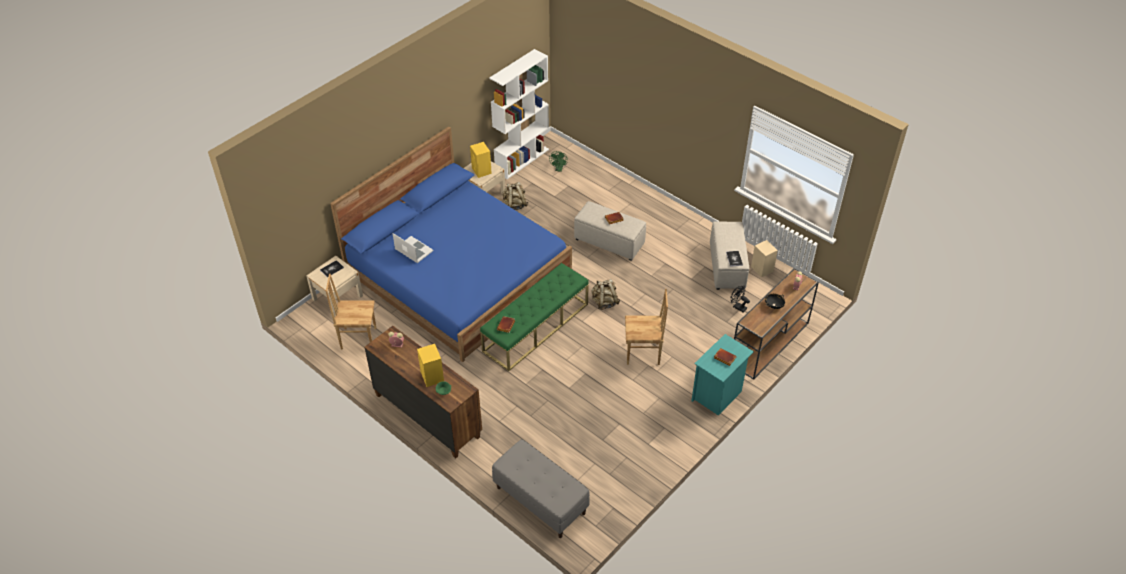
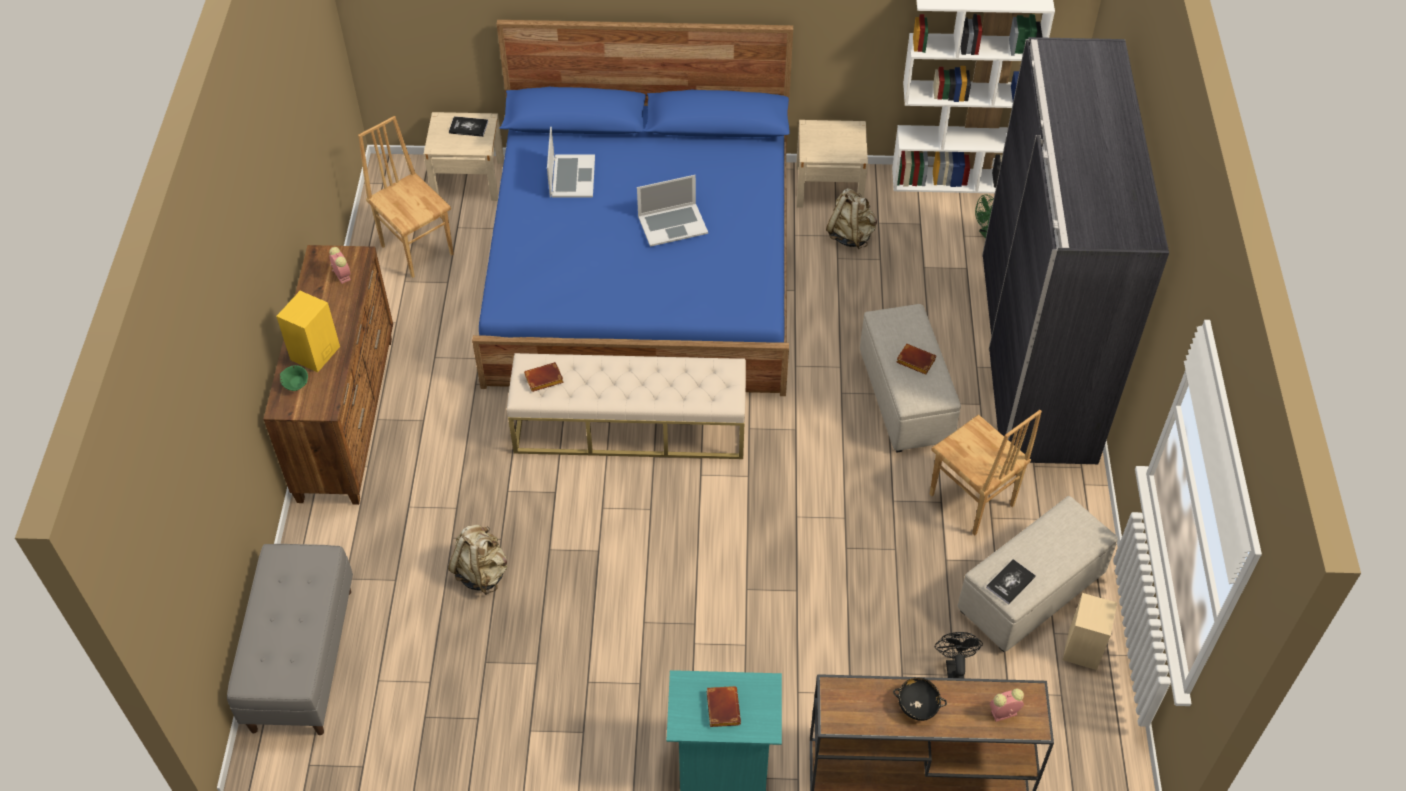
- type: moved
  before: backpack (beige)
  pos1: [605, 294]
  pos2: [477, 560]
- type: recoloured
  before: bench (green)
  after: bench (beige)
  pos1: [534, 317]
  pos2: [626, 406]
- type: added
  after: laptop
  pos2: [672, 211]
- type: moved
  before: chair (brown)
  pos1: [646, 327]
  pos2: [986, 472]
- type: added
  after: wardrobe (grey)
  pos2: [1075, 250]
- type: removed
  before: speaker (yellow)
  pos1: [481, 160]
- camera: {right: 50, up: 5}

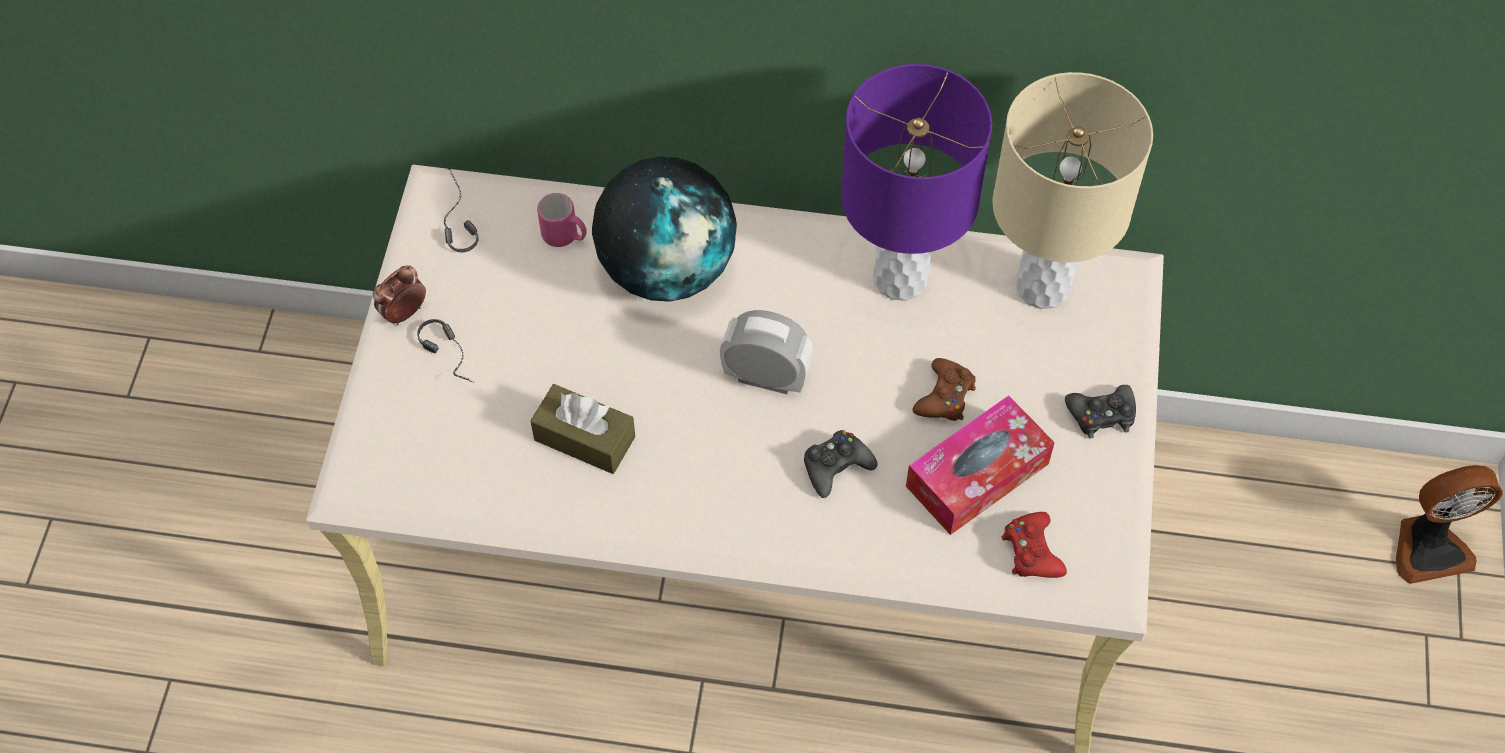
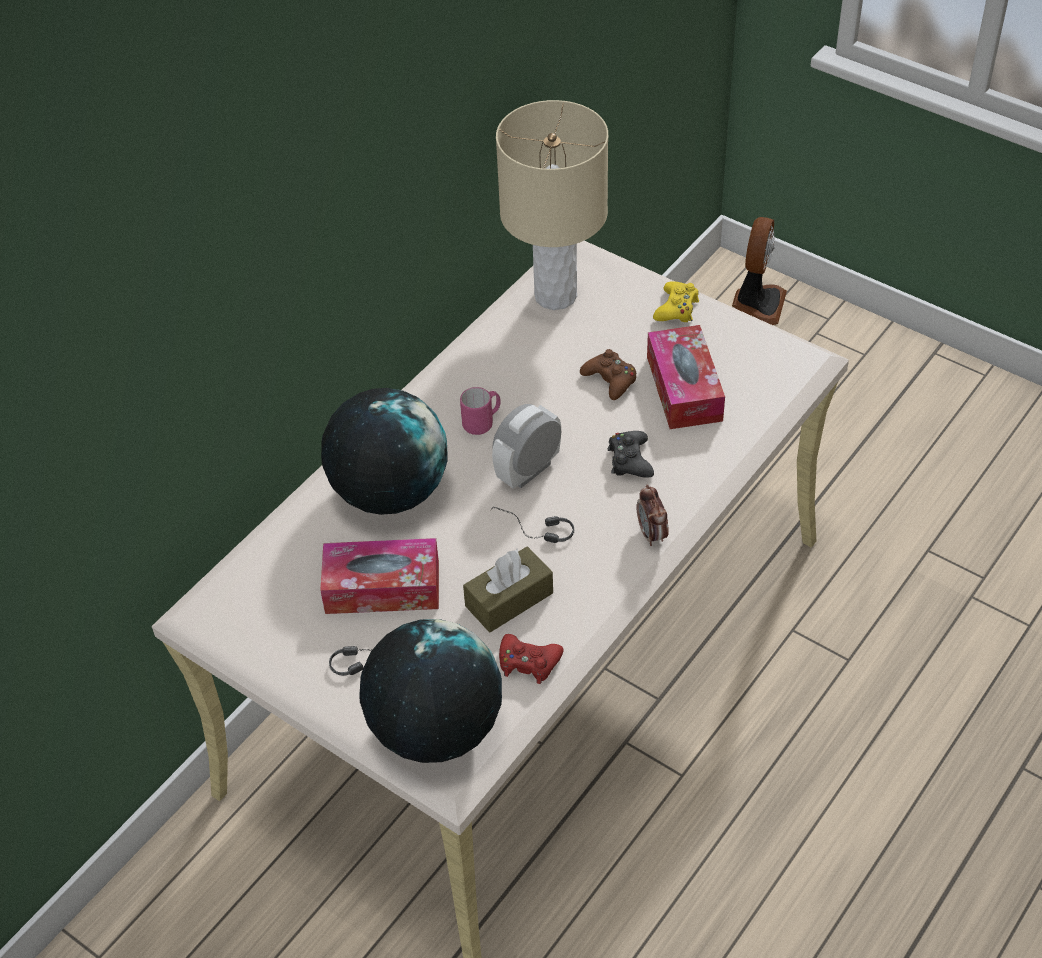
- type: added
  after: tissue box
  pos2: [379, 576]
- type: added
  after: globe
  pos2: [430, 691]
- type: moved
  before: mug (pink)
  pos1: [562, 220]
  pos2: [480, 411]
- type: moved
  before: headphones
  pos1: [461, 211]
  pos2: [532, 525]
- type: moved
  before: game controller (red)
  pos1: [1034, 545]
  pos2: [531, 659]
- type: moved
  before: alarm clock
  pos1: [399, 295]
  pos2: [652, 515]
- type: recoloured
  before: game controller (black)
  after: game controller (yellow)
  pos1: [1100, 411]
  pos2: [676, 301]
- type: removed
  before: table lamp (purple)
  pos1: [916, 182]
- camera: {right: -60, up: -10}

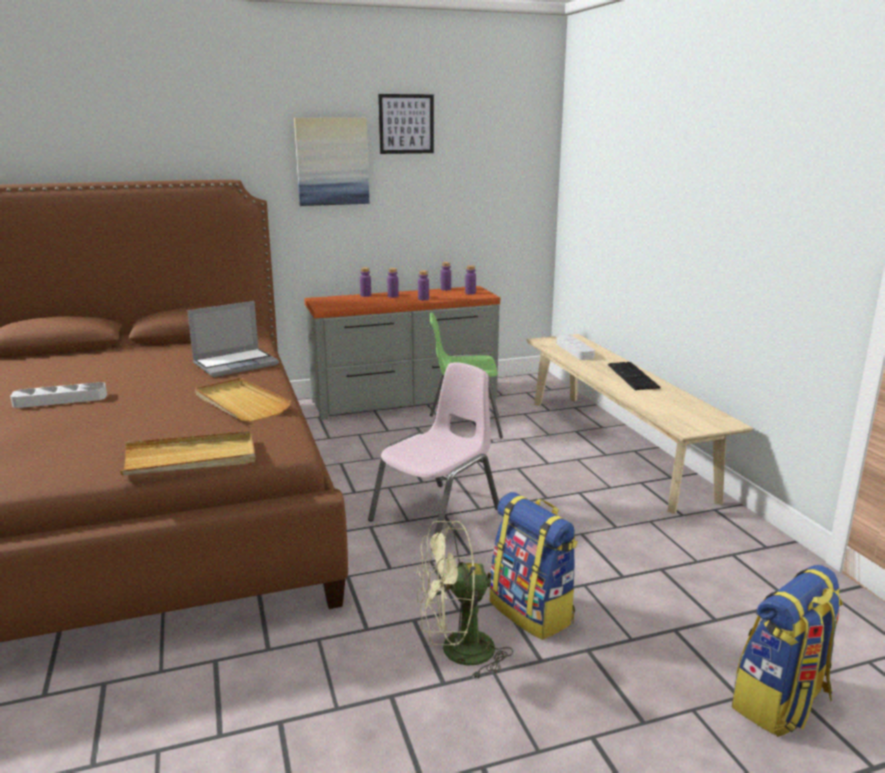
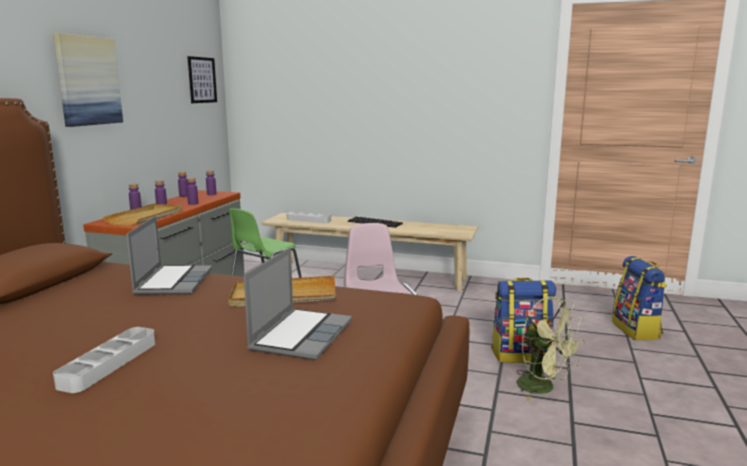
- type: moved
  before: tray (beige)
  pos1: [188, 453]
  pos2: [142, 215]
- type: moved
  before: picture
  pos1: [406, 124]
  pos2: [202, 79]
- type: added
  after: laptop
  pos2: [298, 303]
- type: turned
  before: fan (green)
  pos1: [464, 600]
  pos2: [551, 349]
  turn: -60
- camera: {right: -55, up: -5}

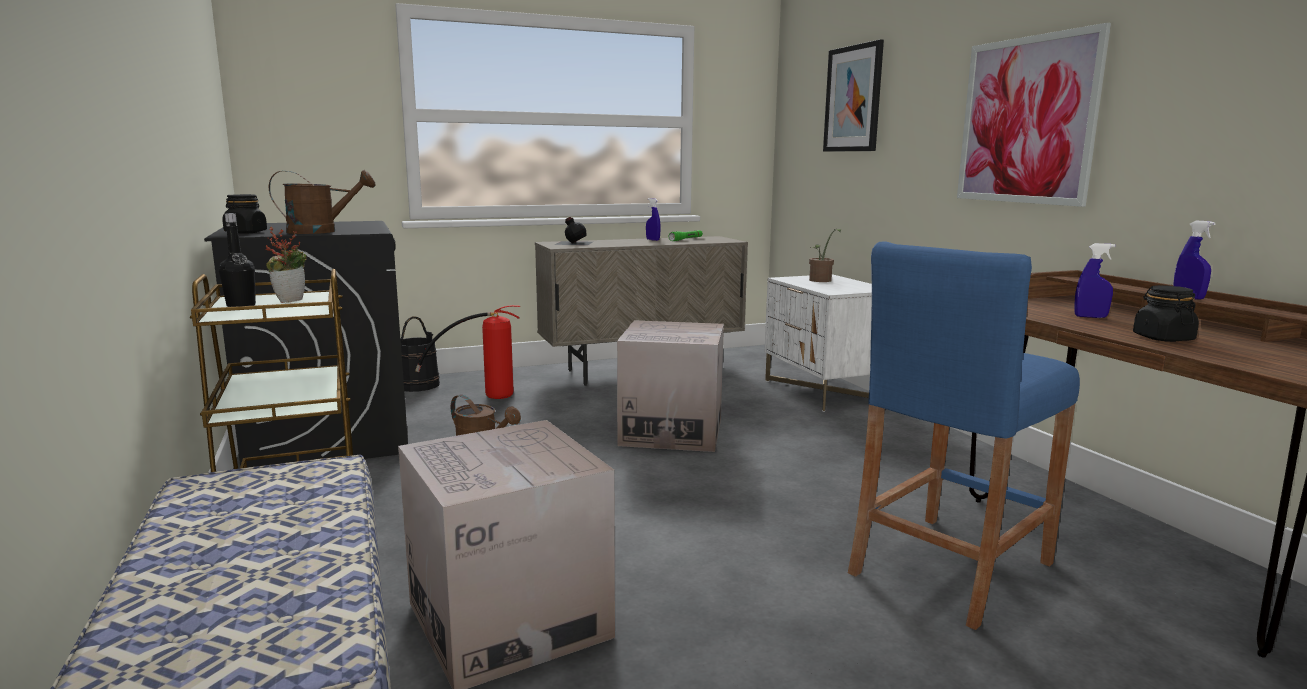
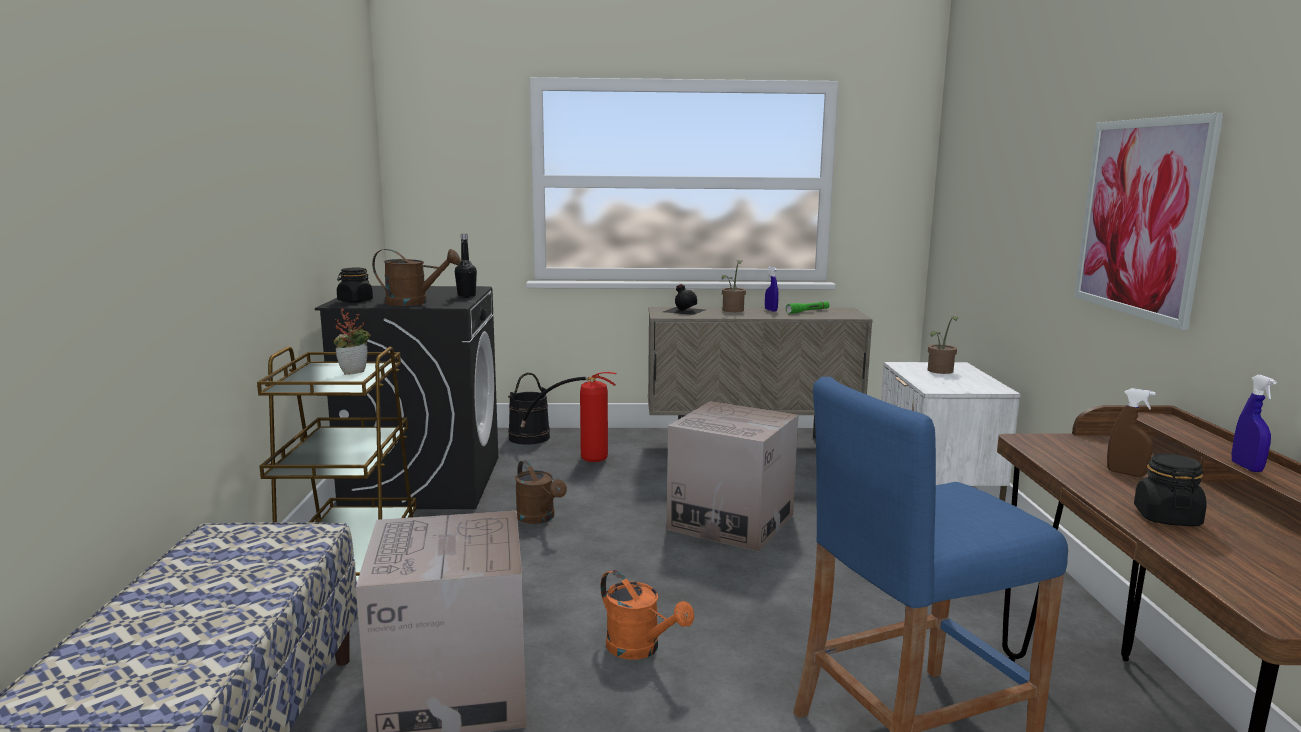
- type: moved
  before: bottle (black)
  pos1: [237, 260]
  pos2: [466, 265]
- type: added
  after: watering can (orange)
  pos2: [647, 615]
- type: added
  after: potted plant
  pos2: [734, 286]
- type: recoloured
  before: spray bottle (blue)
  after: spray bottle (brown)
  pos1: [1094, 280]
  pos2: [1131, 432]
- type: removed
  before: picture
  pos1: [853, 95]
- camera: {right: 20, up: 0}

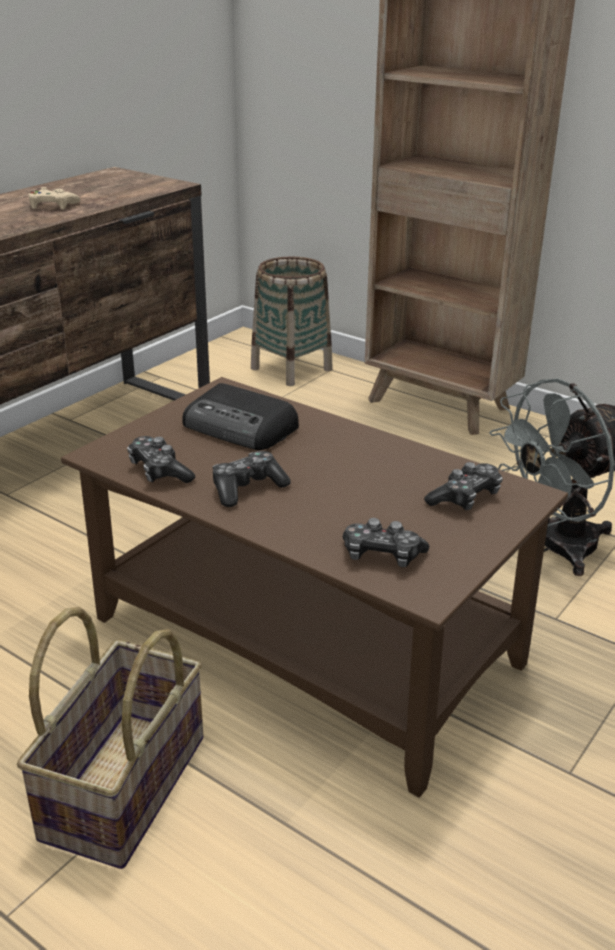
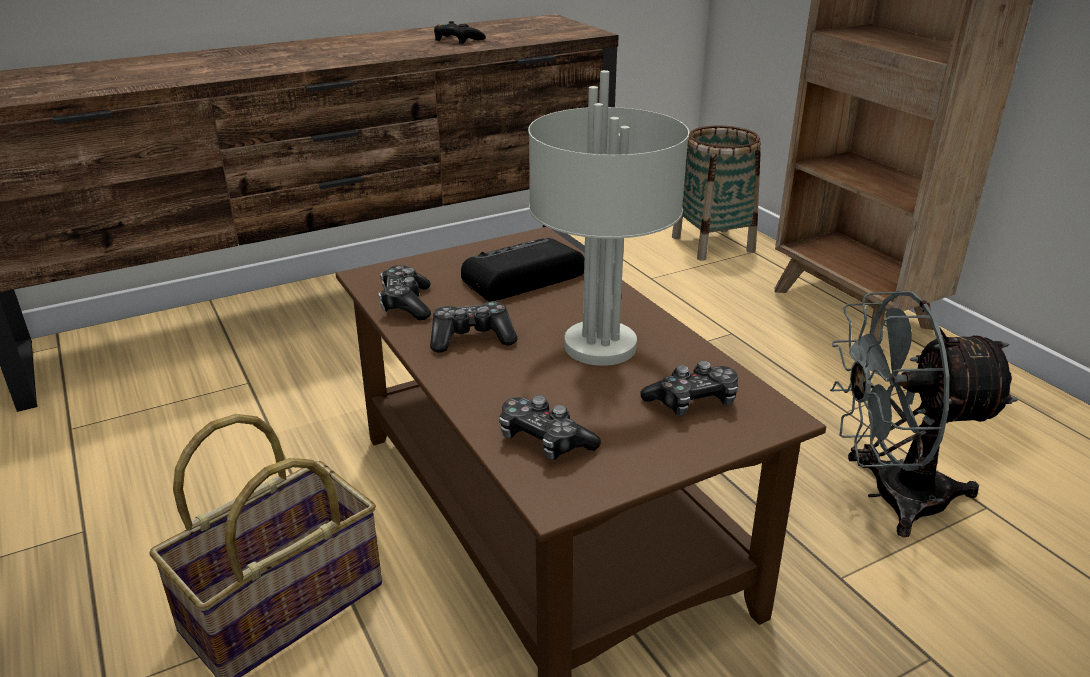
- type: recoloured
  before: game controller (beige)
  after: game controller (black)
  pos1: [54, 198]
  pos2: [460, 32]
- type: turned
  before: radio
  pos1: [240, 416]
  pos2: [522, 269]
  turn: 90
- type: added
  after: table lamp (grey)
  pos2: [608, 218]
- camera: {right: 25, up: 0}

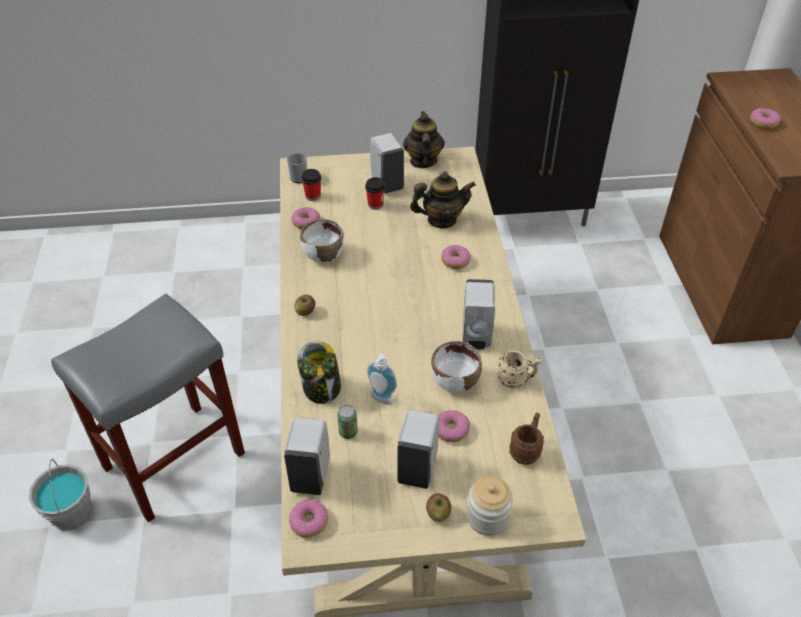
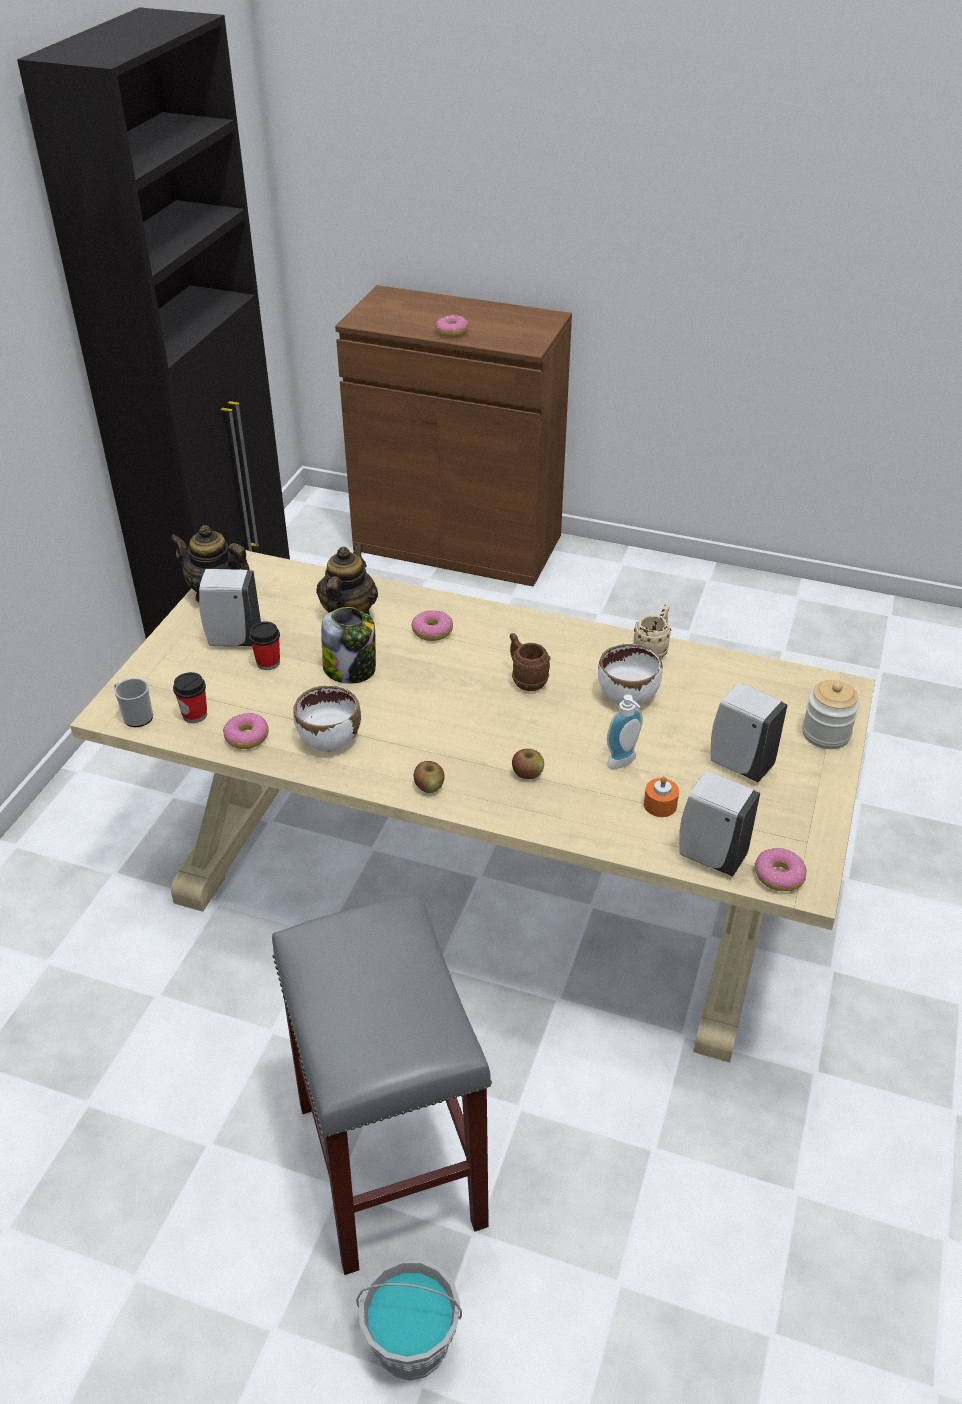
- type: moved
  before: jar
  pos1: [319, 372]
  pos2: [348, 645]
- type: moved
  before: mug (brown)
  pos1: [526, 439]
  pos2: [530, 662]
- type: moved
  before: apple
  pos1: [438, 508]
  pos2: [528, 764]
- type: replaced
  before: can
  after: candle (orange)
  pos1: [347, 422]
  pos2: [661, 796]
- type: removed
  before: donut
  pos1: [454, 426]
- type: removed
  before: soap dispenser (white)
  pos1: [479, 314]
- camera: {right: -65, up: -5}

